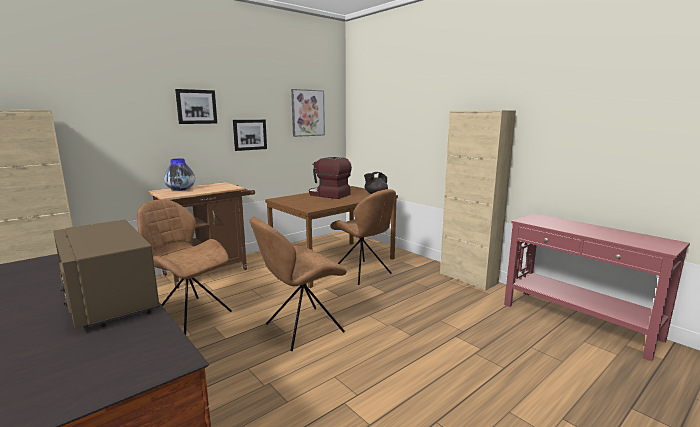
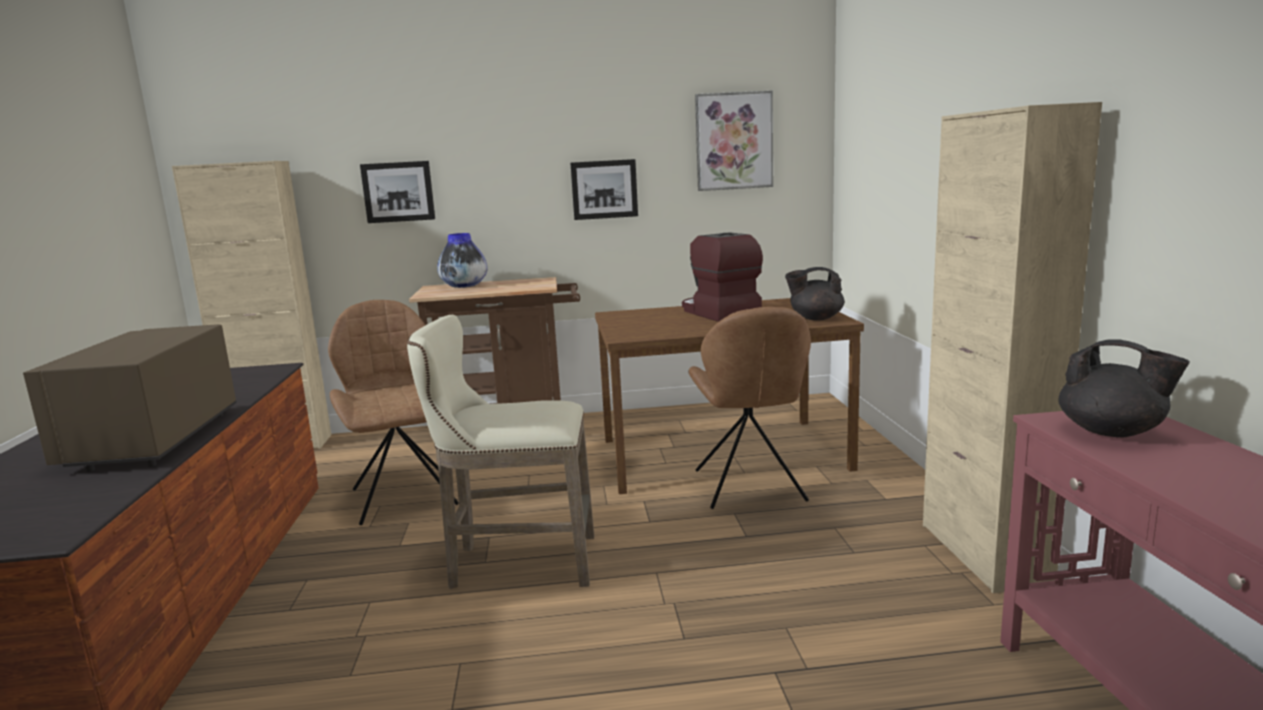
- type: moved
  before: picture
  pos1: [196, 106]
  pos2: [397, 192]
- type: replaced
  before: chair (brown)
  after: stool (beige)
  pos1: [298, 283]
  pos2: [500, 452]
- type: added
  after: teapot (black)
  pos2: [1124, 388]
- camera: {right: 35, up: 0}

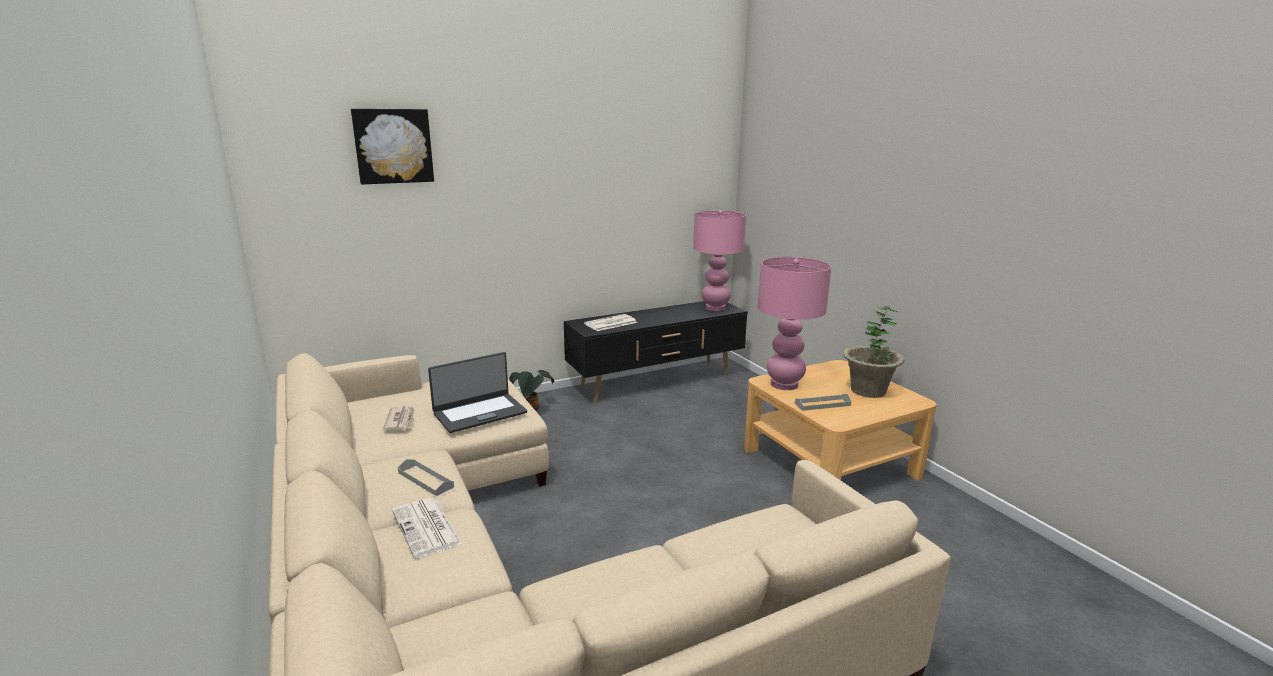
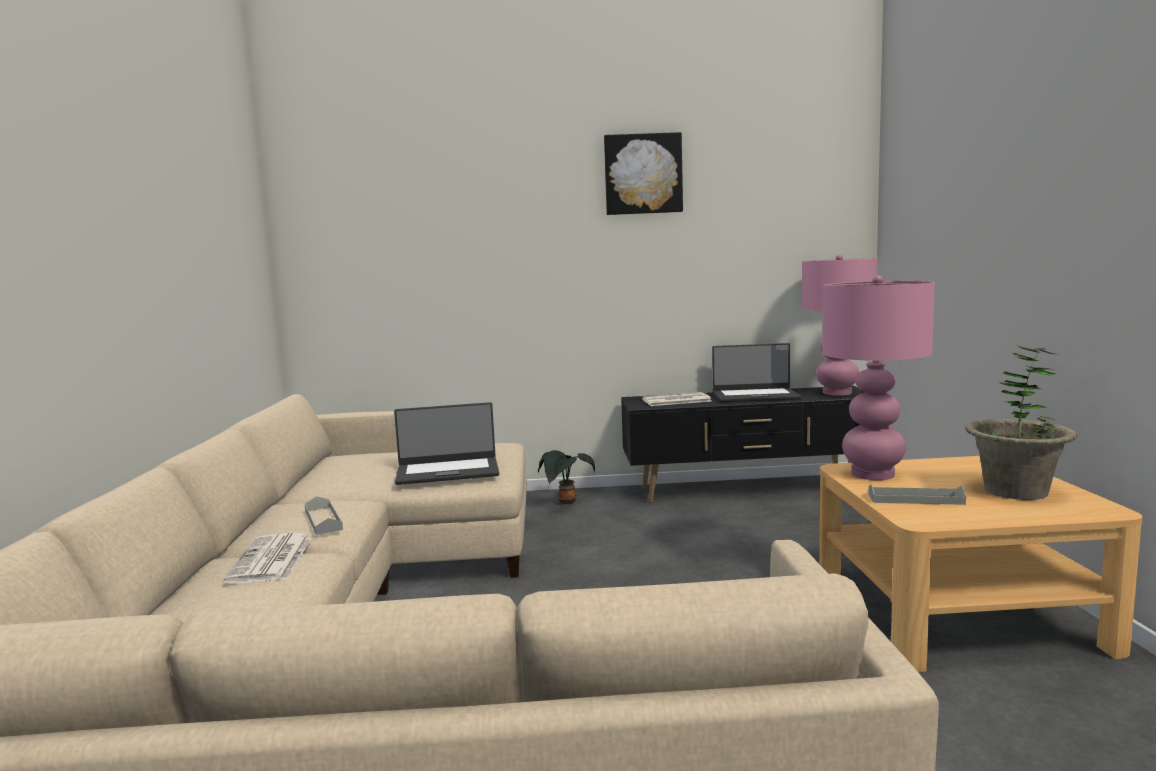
- type: moved
  before: picture
  pos1: [392, 147]
  pos2: [643, 173]
- type: added
  after: laptop
  pos2: [757, 372]
- type: removed
  before: newspaper
  pos1: [399, 418]
- camera: {right: 25, up: -10}

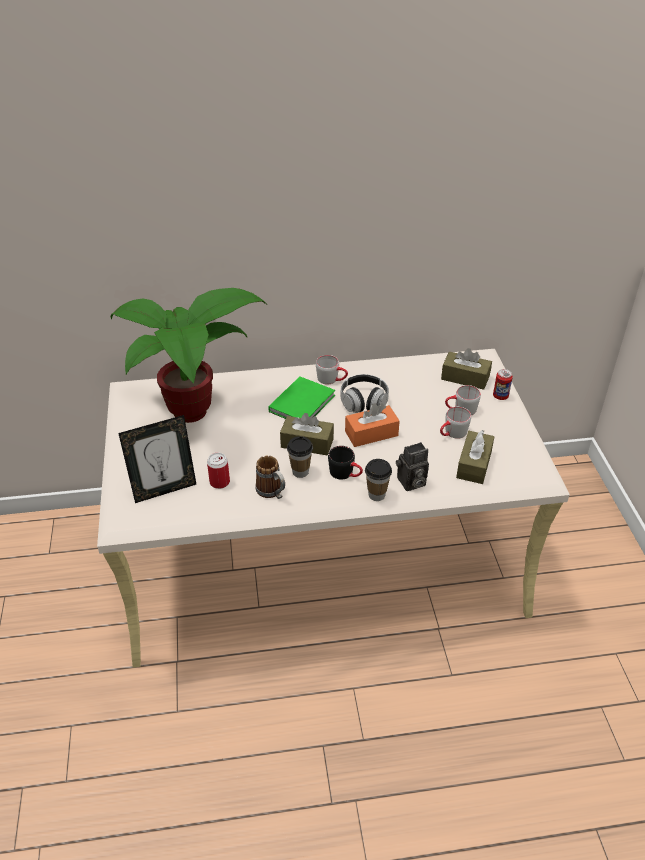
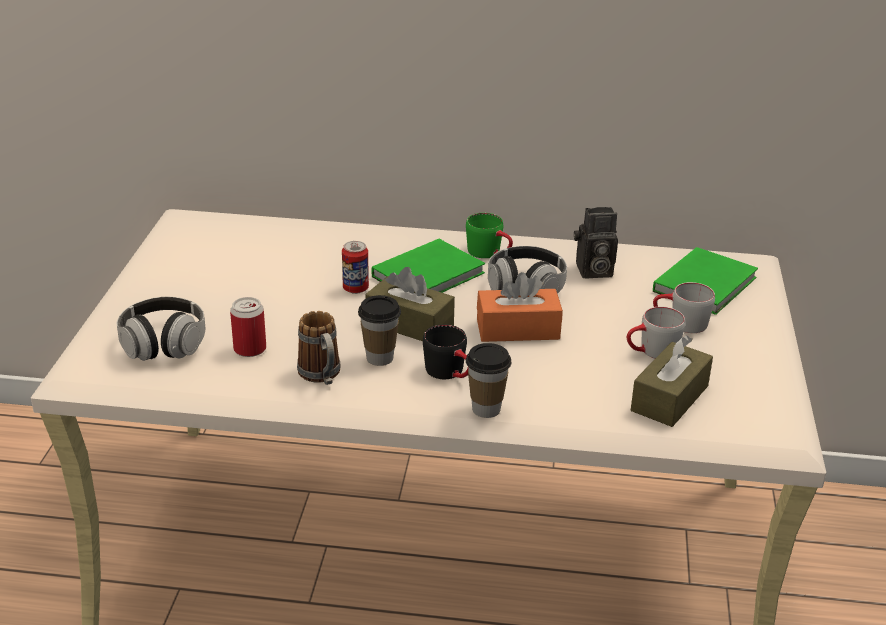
- type: replaced
  before: picture frame
  after: headphones
  pos1: [157, 459]
  pos2: [161, 329]
- type: moved
  before: can
  pos1: [503, 384]
  pos2: [355, 267]
- type: recoloured
  before: mug (grey)
  after: mug (green)
  pos1: [332, 369]
  pos2: [489, 235]
- type: moved
  before: photo camera
  pos1: [412, 466]
  pos2: [596, 242]
- type: replaced
  before: tissue box (brown)
  after: book (green)
  pos1: [466, 369]
  pos2: [705, 281]
- type: removed
  before: potted plant
  pos1: [189, 355]
- camera: {right: 15, up: -10}

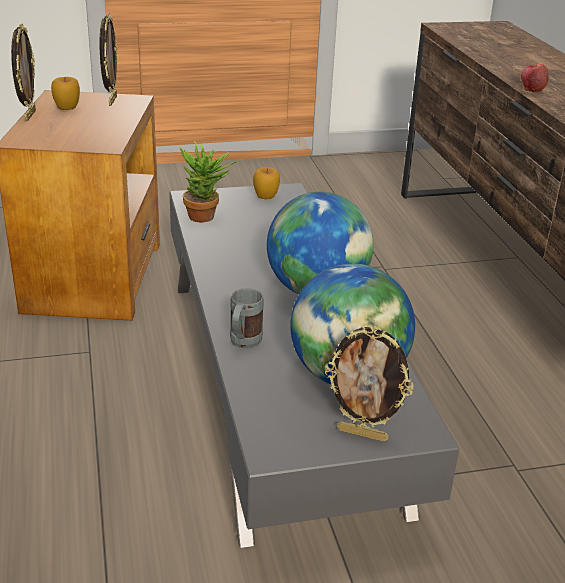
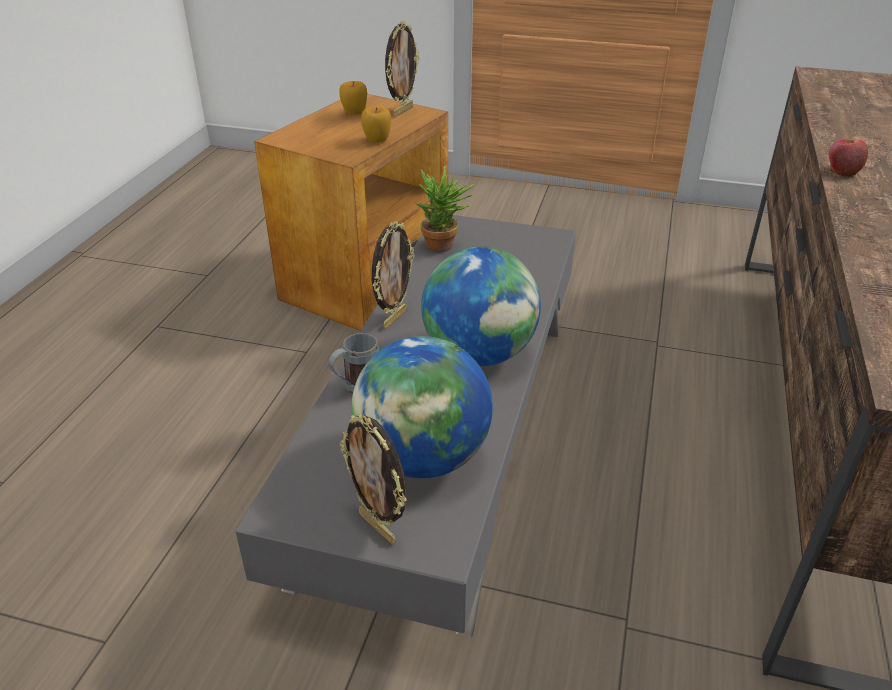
- type: moved
  before: apple
  pos1: [266, 183]
  pos2: [376, 124]
- type: moved
  before: picture frame
  pos1: [23, 72]
  pos2: [393, 275]
- camera: {right: 30, up: 5}

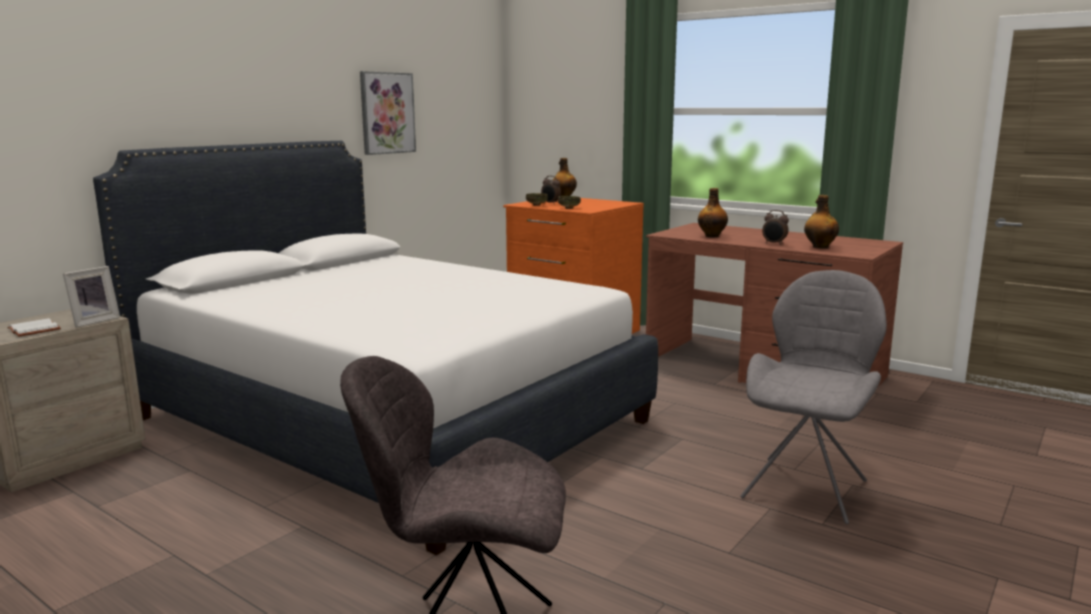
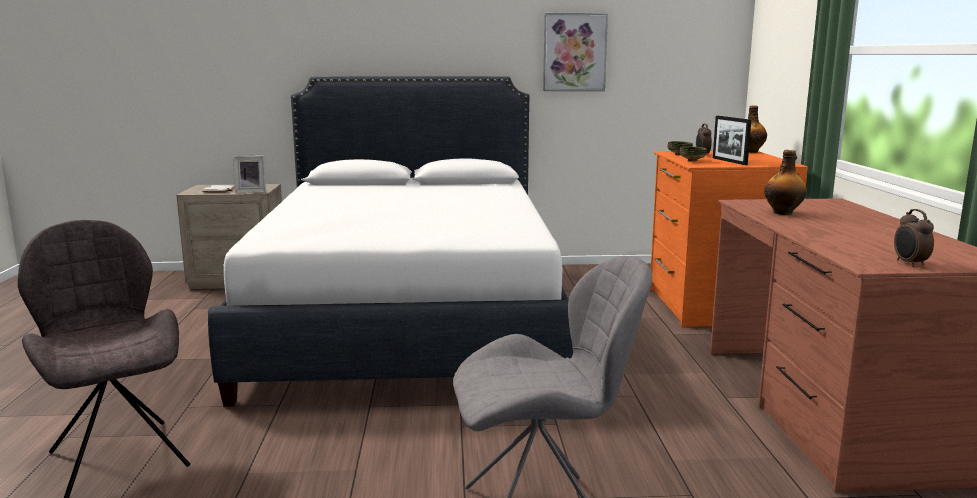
- type: added
  after: picture frame
  pos2: [732, 140]
- type: moved
  before: alarm clock
  pos1: [775, 227]
  pos2: [914, 238]
- type: removed
  before: bottle
  pos1: [821, 221]
- camera: {right: 50, up: 0}

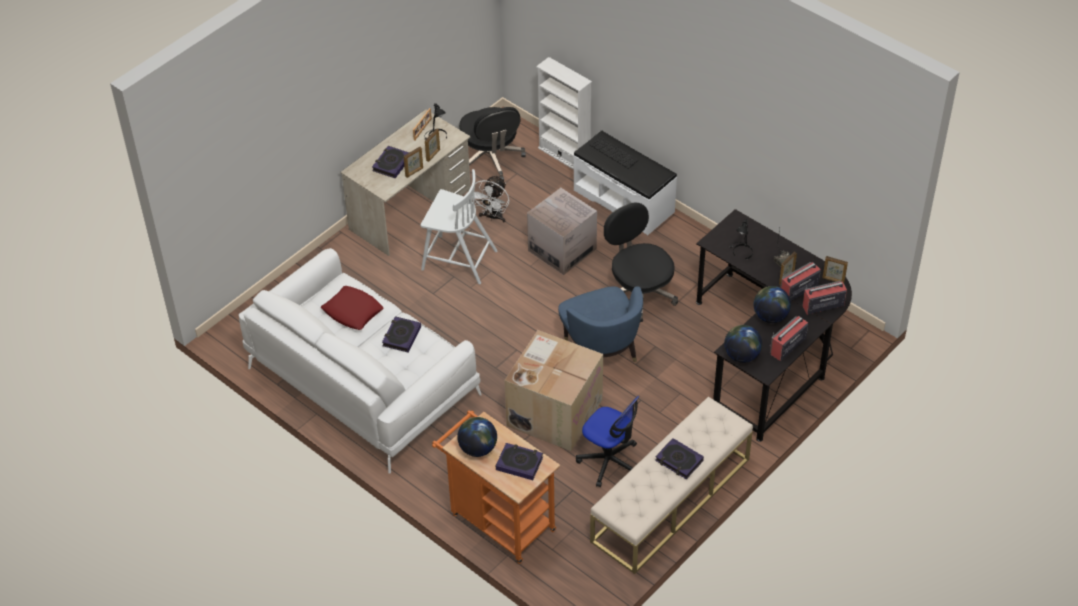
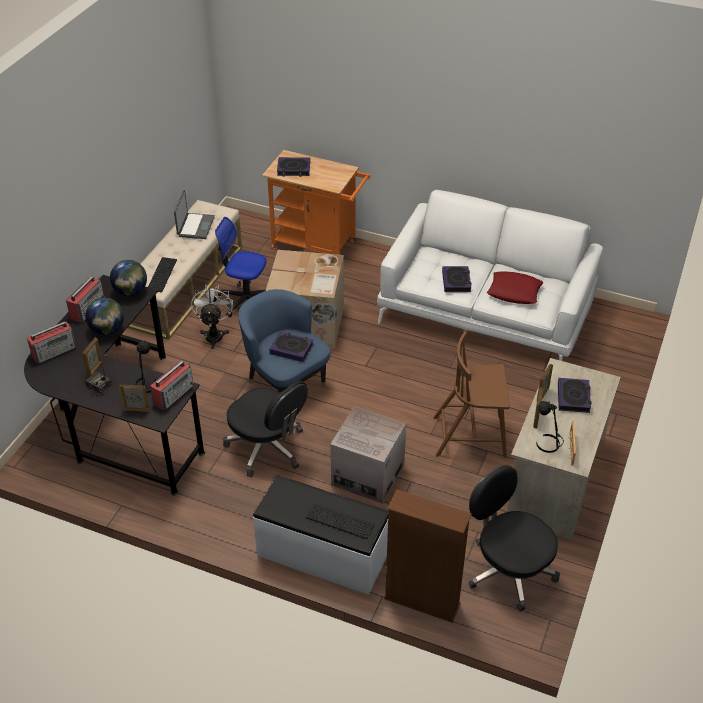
- type: moved
  before: picture frame
  pos1: [835, 269]
  pos2: [134, 398]
- type: added
  after: keyboard
  pos2: [162, 274]
- type: moved
  before: radio
  pos1: [800, 281]
  pos2: [172, 385]
- type: added
  after: laptop
  pos2: [194, 214]
- type: moved
  before: fan (white)
  pos1: [492, 198]
  pos2: [212, 317]
- type: moved
  before: book
  pos1: [679, 458]
  pos2: [291, 347]
- type: recoloured
  before: bookcase (white)
  after: bookcase (brown)
  pos1: [564, 113]
  pos2: [428, 556]
- type: recoloured
  before: chair (white)
  after: chair (brown)
  pos1: [459, 226]
  pos2: [471, 395]
- type: removed
  before: globe
  pos1: [477, 437]
- camera: {right: 160, up: -5}

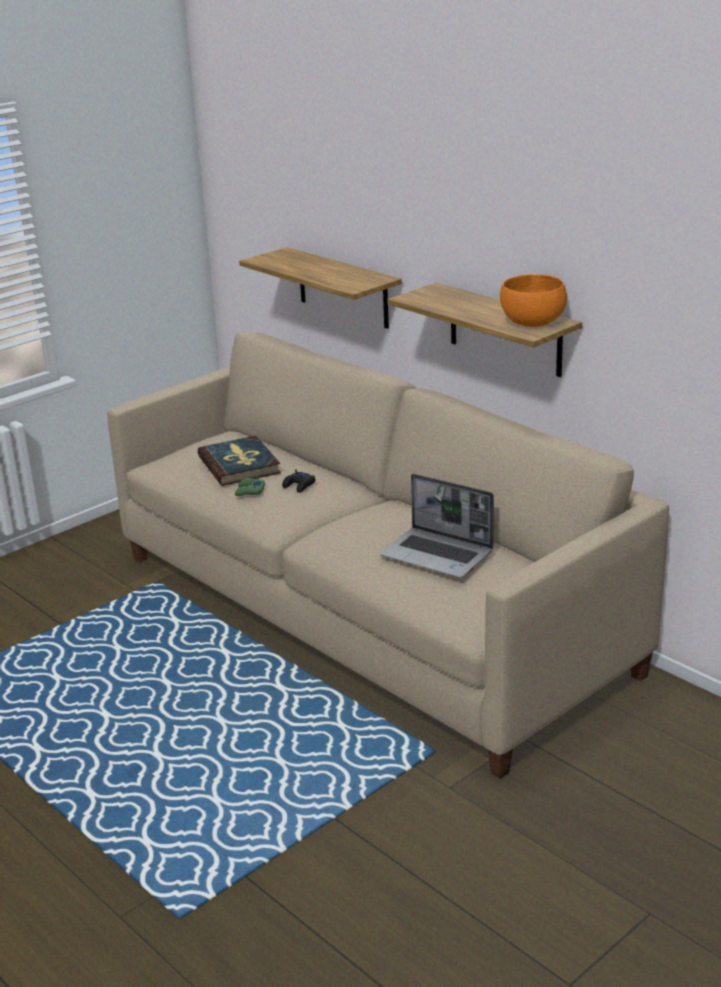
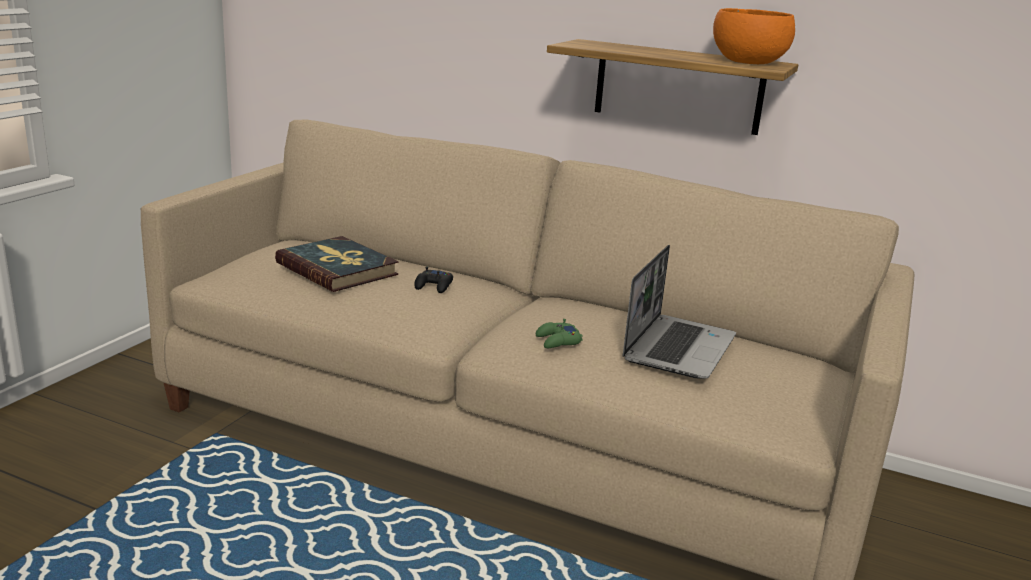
- type: moved
  before: game controller (green)
  pos1: [250, 486]
  pos2: [559, 333]
- type: turned
  before: laptop
  pos1: [437, 526]
  pos2: [679, 311]
  turn: -75
- type: removed
  before: shelf
  pos1: [320, 288]
- camera: {right: -25, up: -5}

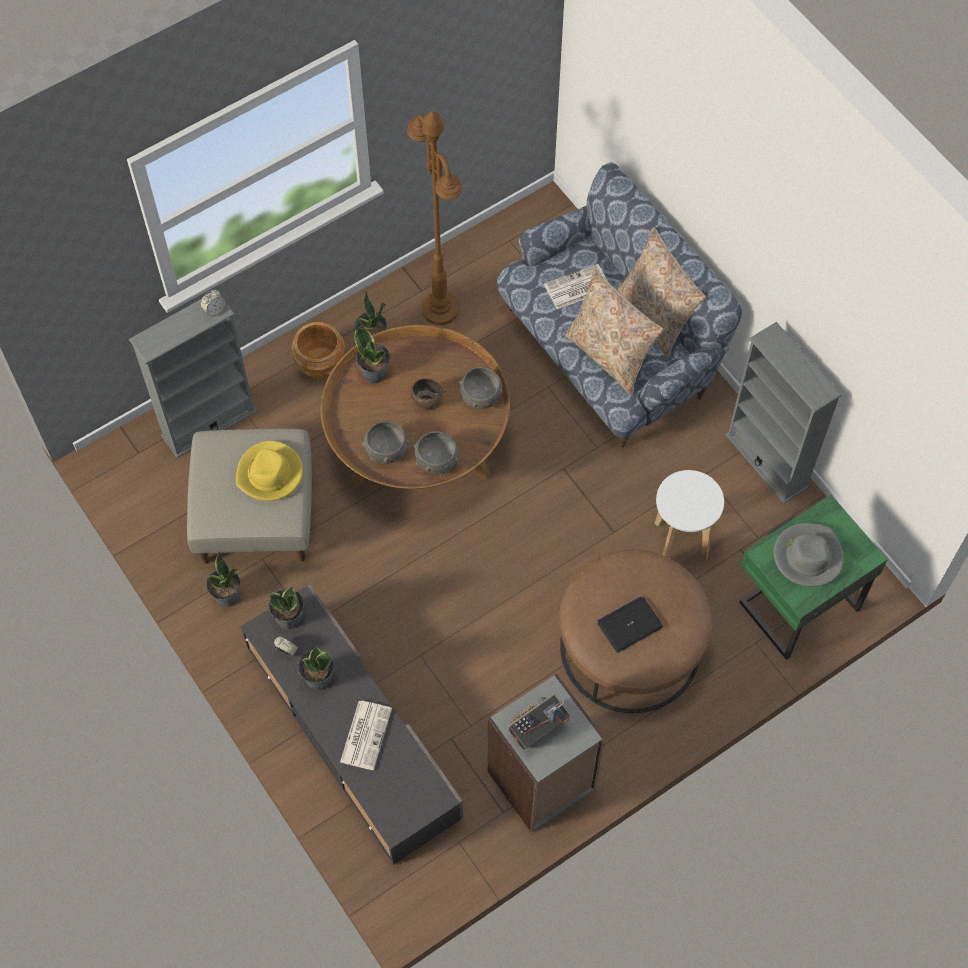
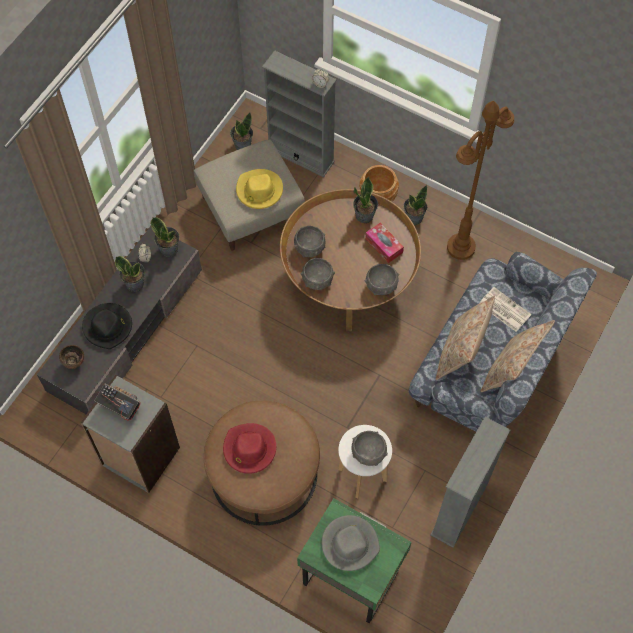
- type: moved
  before: bowl (brown)
  pos1: [426, 394]
  pos2: [71, 357]
- type: replaced
  before: newspaper
  after: hat (black)
  pos1: [366, 735]
  pos2: [107, 326]
- type: replaced
  before: laptop
  after: hat (red)
  pos1: [630, 624]
  pos2: [249, 448]
- type: moved
  before: potted plant
  pos1: [223, 579]
  pos2: [241, 131]
- type: added
  after: bowl (grey)
  pos2: [369, 448]
- type: added
  after: tissue box
  pos2: [384, 243]
- camera: {right: 65, up: 0}

